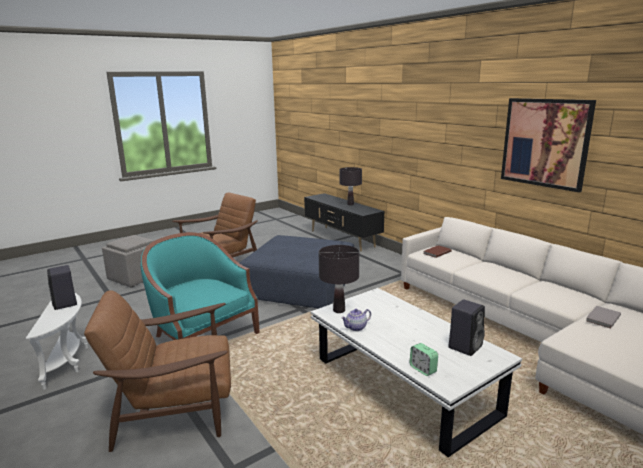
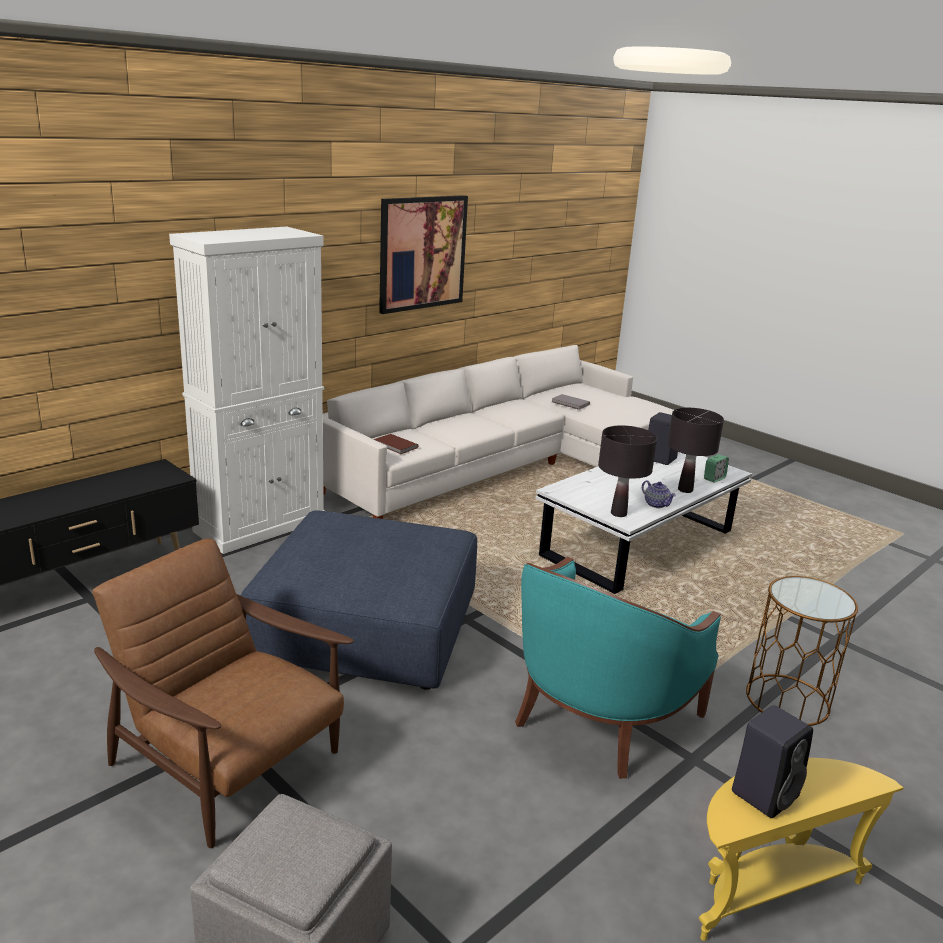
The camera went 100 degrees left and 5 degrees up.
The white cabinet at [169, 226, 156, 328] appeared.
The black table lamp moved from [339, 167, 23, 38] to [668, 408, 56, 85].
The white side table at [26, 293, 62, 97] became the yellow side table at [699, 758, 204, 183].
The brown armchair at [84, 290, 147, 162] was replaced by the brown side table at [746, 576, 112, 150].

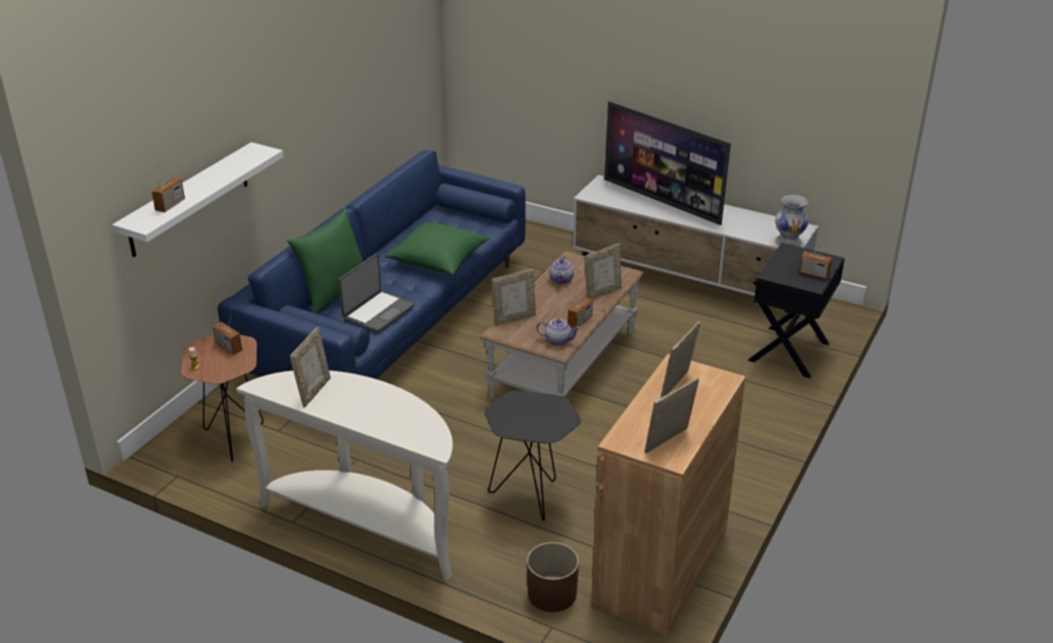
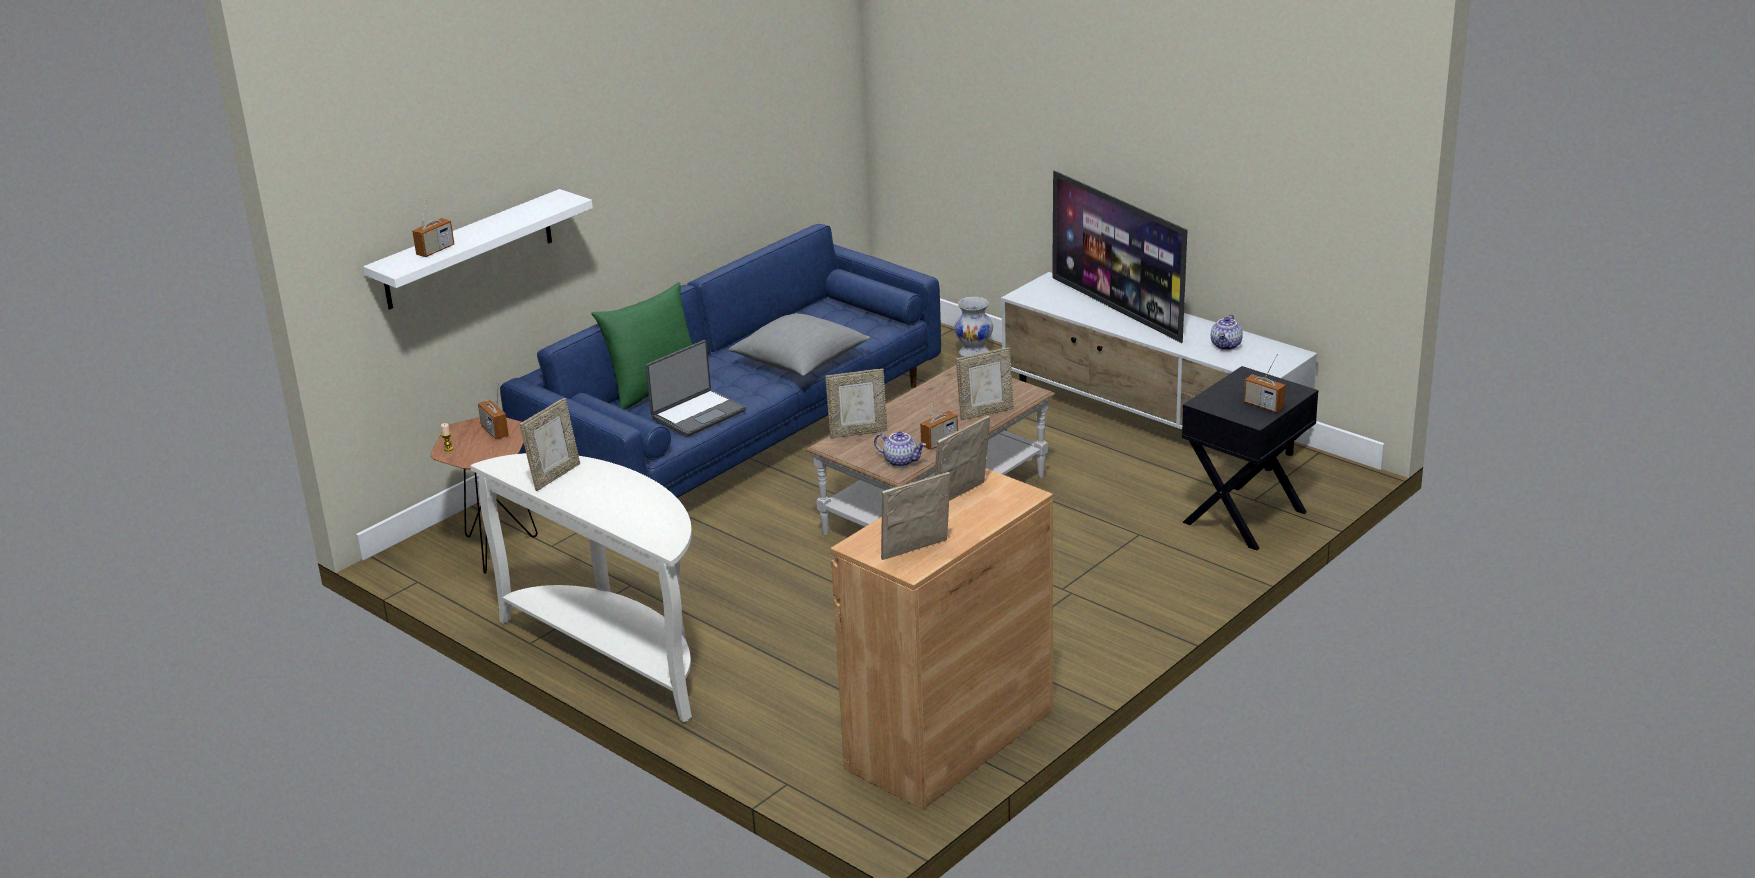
The camera went 15 degrees right and 5 degrees down.
The green pillow at [385, 221, 105, 53] became the grey pillow at [728, 313, 143, 63].
The white vase moved from [775, 195, 34, 51] to [954, 297, 39, 60].
The teapot moved from [549, 256, 25, 28] to [1211, 314, 32, 36].
The black side table at [484, 391, 97, 130] disappeared.
The brown planter at [527, 542, 52, 70] disappeared.

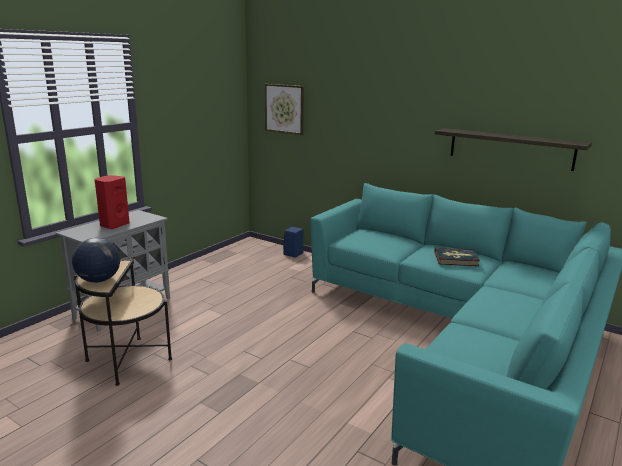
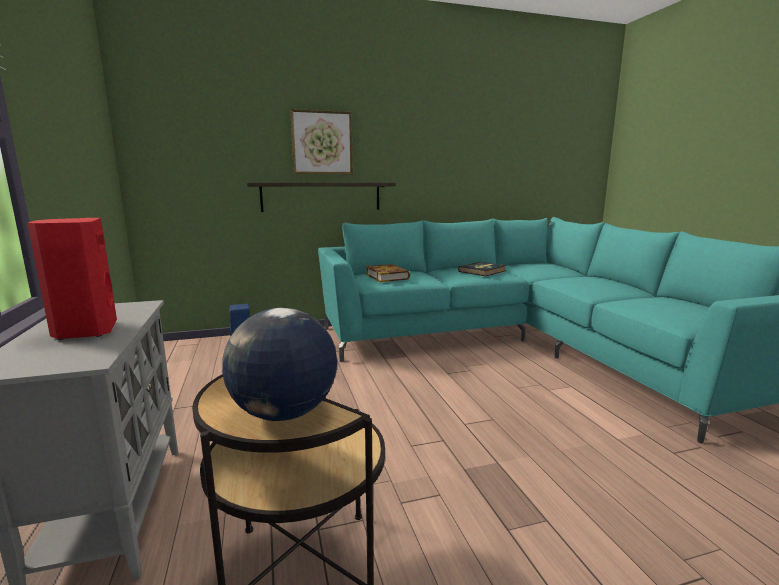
The camera went 50 degrees left and 5 degrees down.
The shelf moved from [435, 128, 157, 43] to [247, 183, 149, 29].
The picture moved from [265, 84, 39, 51] to [290, 109, 63, 65].
The book at [365, 264, 45, 18] appeared.

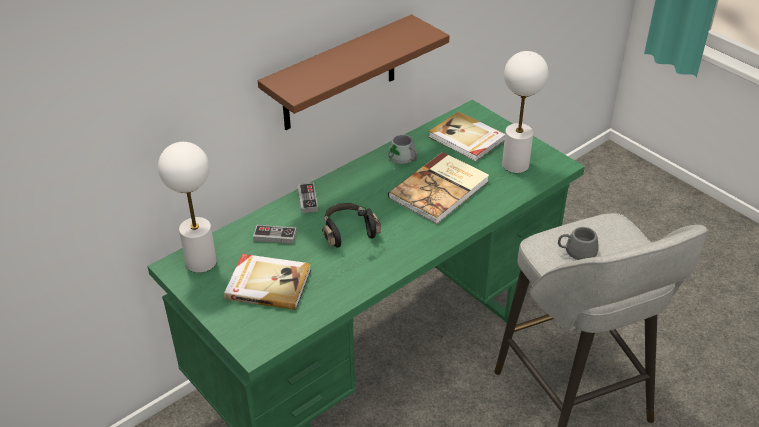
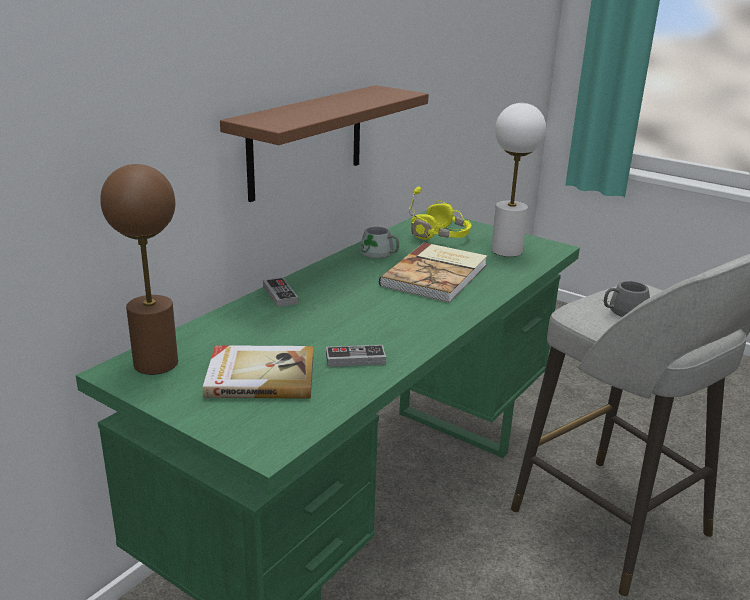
The camera went 15 degrees left and 15 degrees down.
The white table lamp at [158, 142, 59, 131] became the brown table lamp at [100, 164, 78, 211].
The game controller moved from [253, 225, 44, 19] to [326, 345, 60, 22].
The book at [429, 111, 76, 51] was replaced by the yellow headphones at [409, 187, 63, 53].
The black headphones at [322, 203, 59, 45] disappeared.

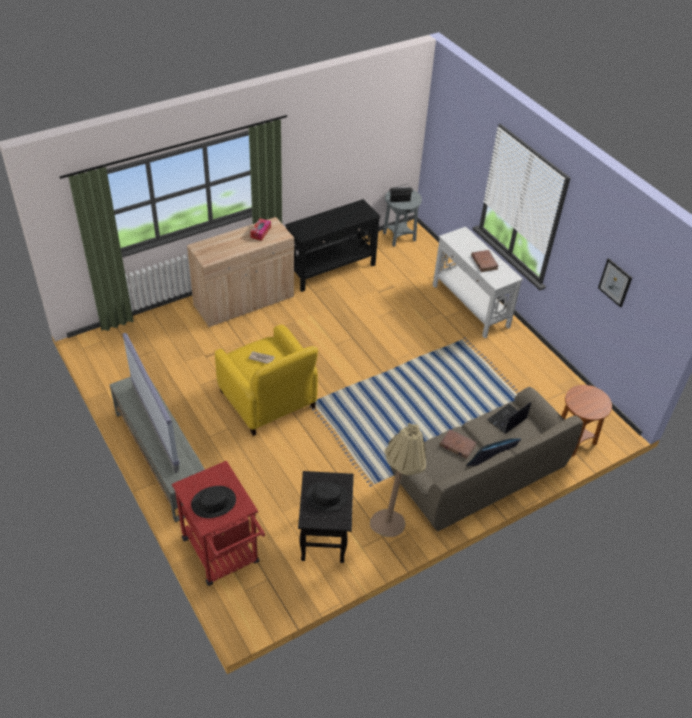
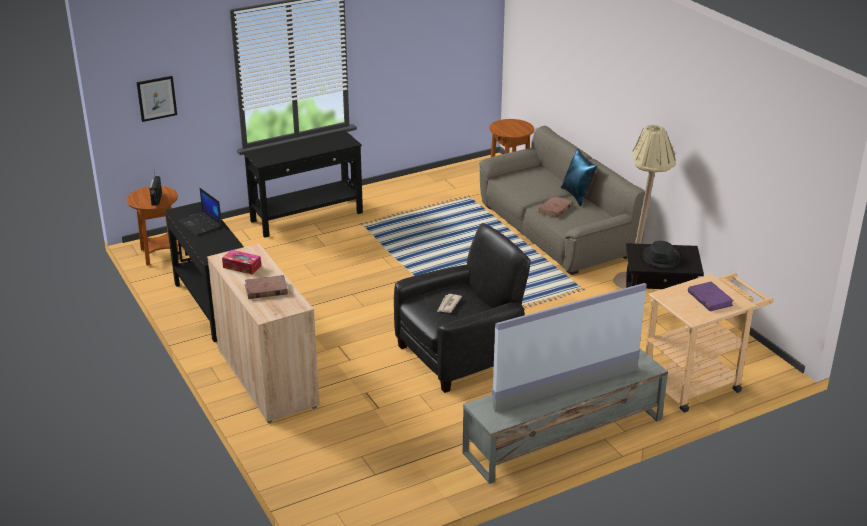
The camera went 85 degrees left and 15 degrees down.
The grey side table at [383, 190, 39, 57] became the brown side table at [127, 186, 53, 79].
The picture moved from [598, 258, 34, 50] to [136, 76, 41, 46].
The laptop moved from [487, 402, 44, 32] to [178, 188, 44, 48].
The white console table at [433, 227, 90, 111] became the black console table at [243, 130, 120, 108].
The brown book moved from [471, 250, 27, 22] to [245, 275, 43, 24].
The yellow armchair at [215, 325, 103, 111] became the black armchair at [394, 223, 137, 170].
The red cart at [172, 461, 93, 125] became the beige cart at [645, 272, 129, 140].
The black hat at [191, 486, 45, 32] was replaced by the purple book at [688, 281, 46, 30].

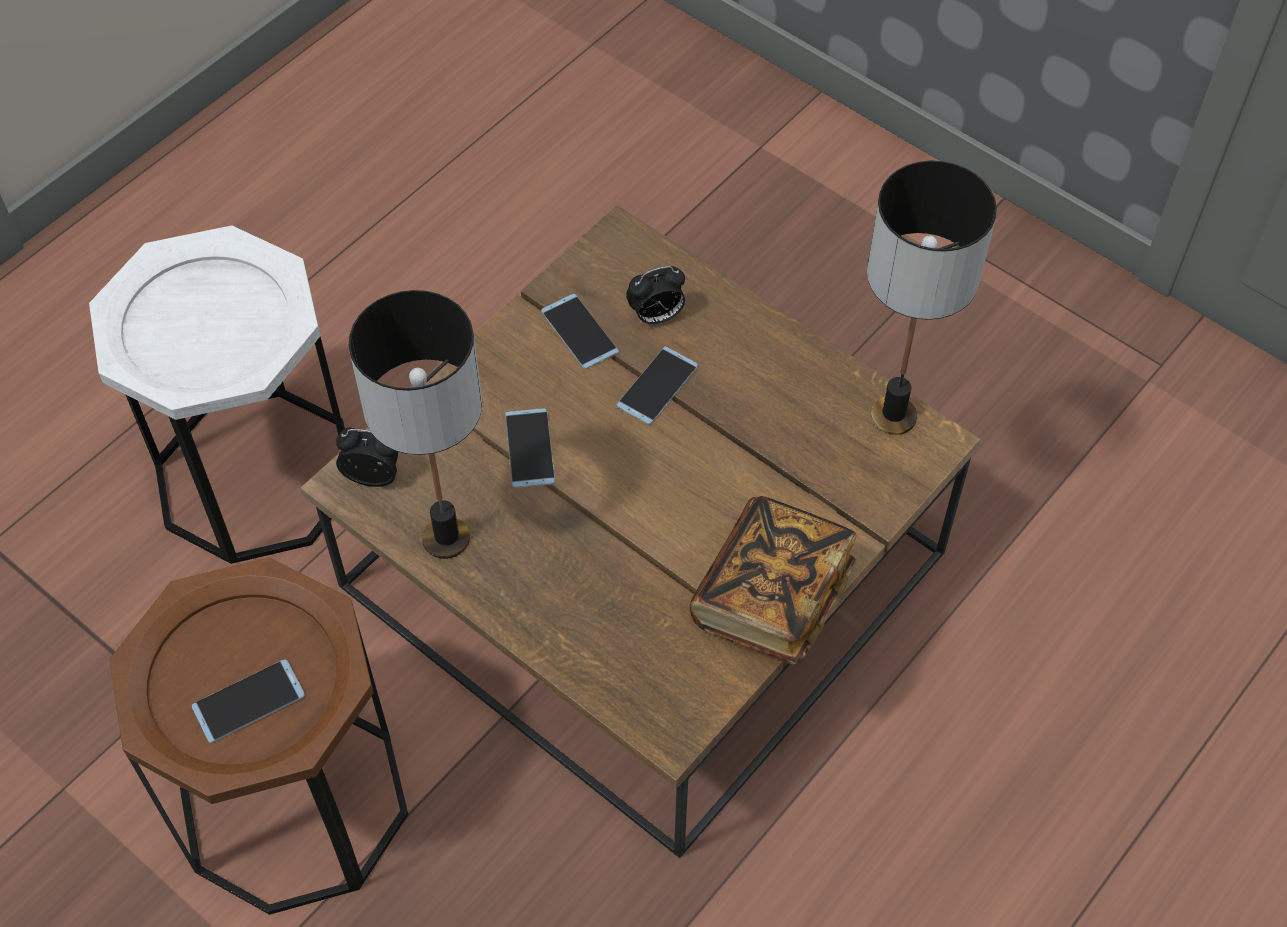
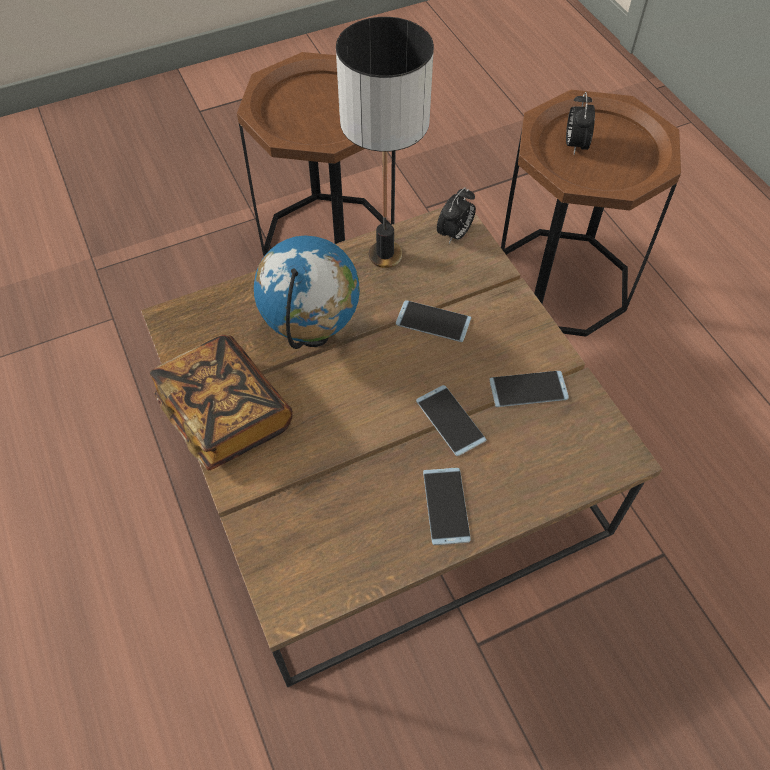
The camera went 115 degrees right and 0 degrees up.
The globe at [254, 236, 106, 113] appeared.
The phone moved from [192, 659, 113, 85] to [423, 468, 48, 77].
The white side table at [89, 225, 256, 339] became the brown side table at [501, 90, 180, 247].
The alarm clock moved from [626, 266, 59, 58] to [566, 92, 29, 63].
The table lamp at [867, 160, 130, 275] disappeared.

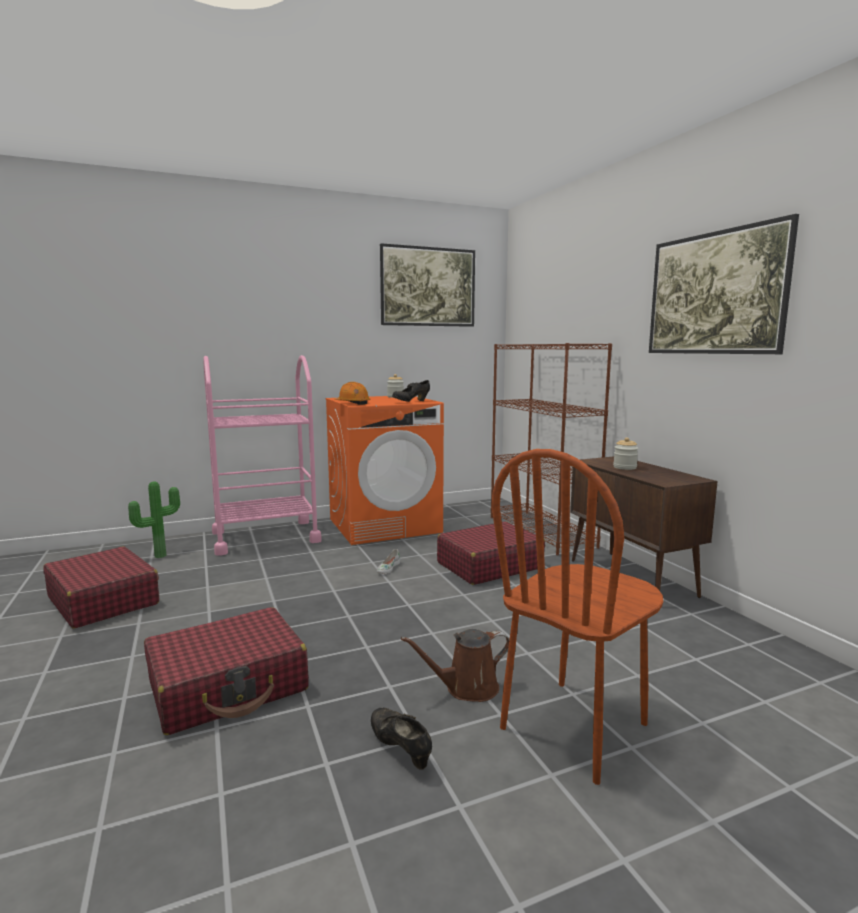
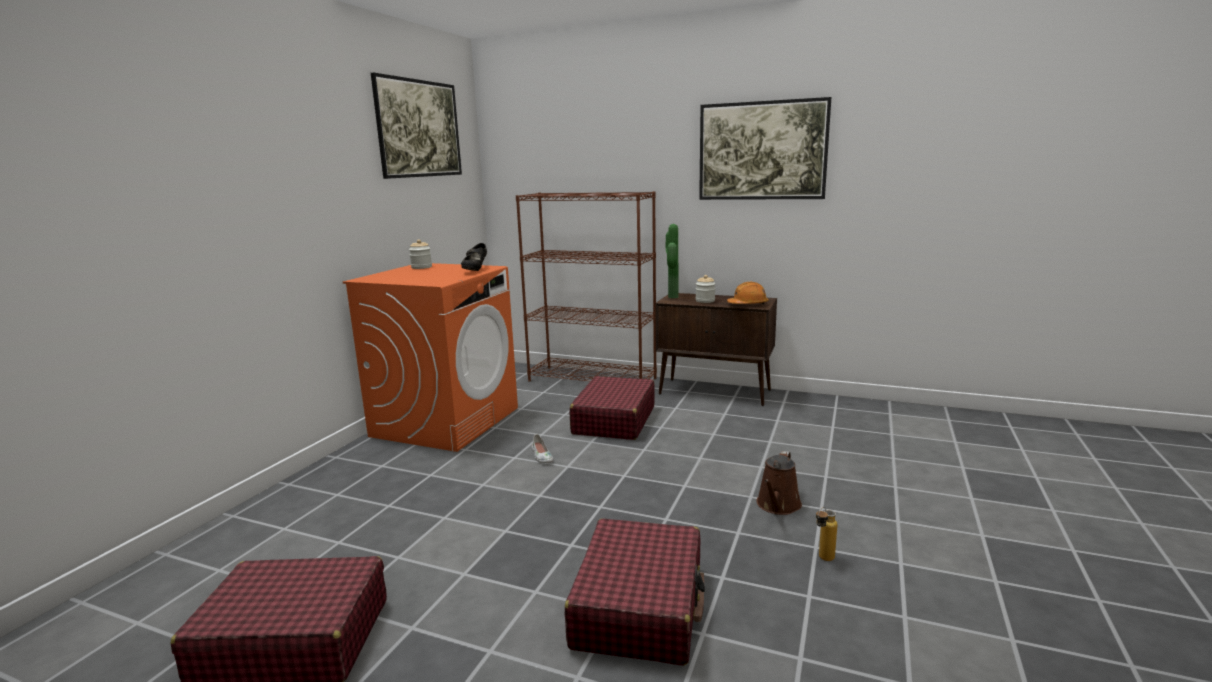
The camera went 45 degrees left and 5 degrees up.
The potted plant moved from [128, 481, 52, 77] to [666, 224, 12, 74].
The orange hard hat moved from [334, 382, 37, 23] to [727, 282, 41, 22].
The black shoe at [371, 708, 61, 62] was replaced by the bottle at [816, 507, 21, 54].
The pink cart at [203, 355, 119, 201] disappeared.
The brown chair at [492, 449, 171, 336] disappeared.

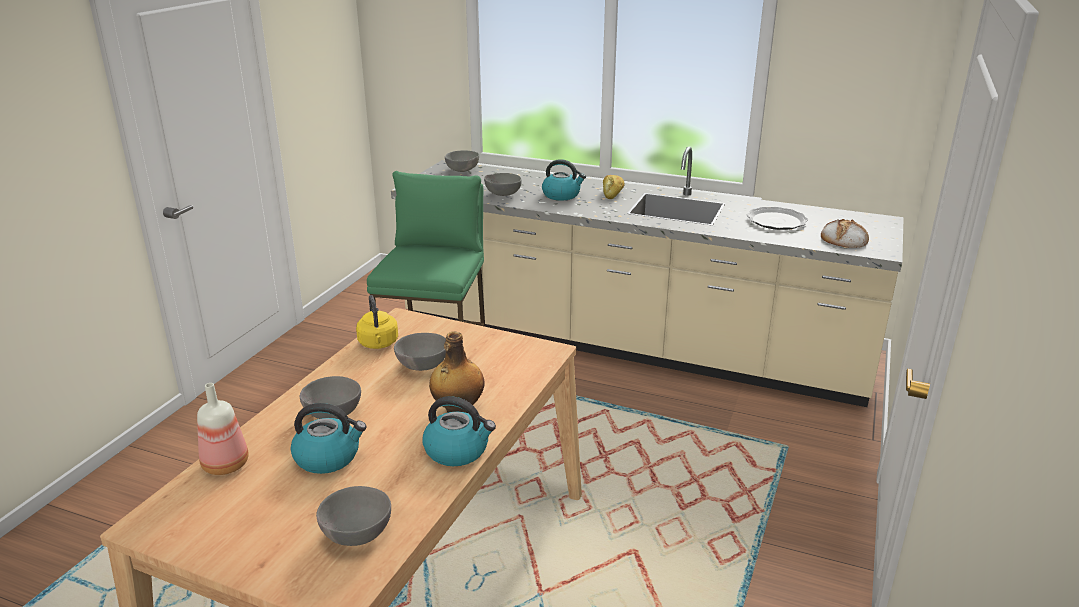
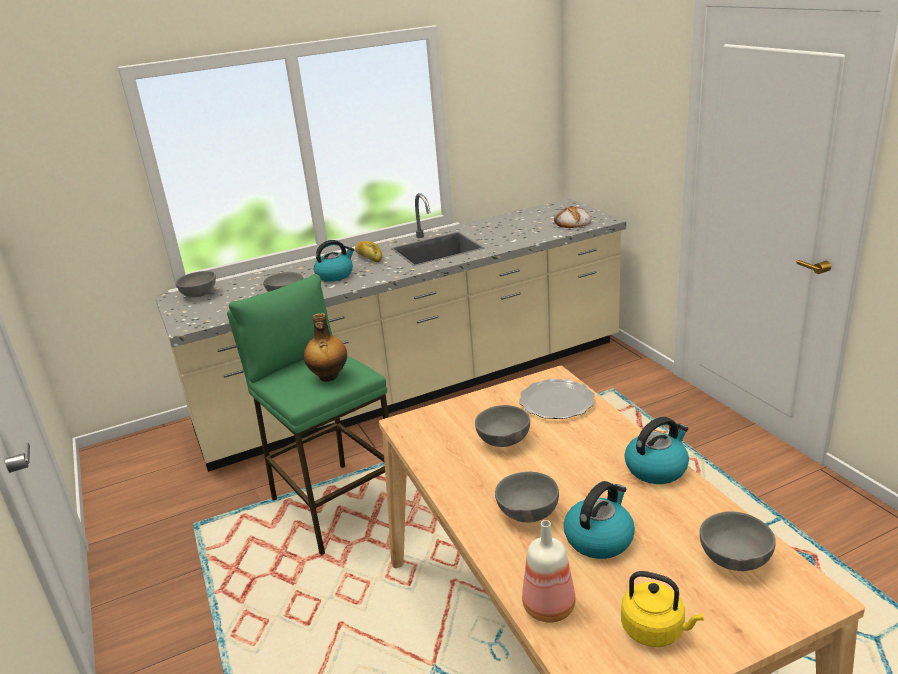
The camera went 45 degrees left and 0 degrees up.
The bottle moved from [429, 331, 56, 82] to [304, 313, 43, 69].
The plate moved from [747, 207, 61, 23] to [519, 379, 76, 40].
The yellow kettle moved from [356, 295, 42, 54] to [621, 571, 83, 76].

